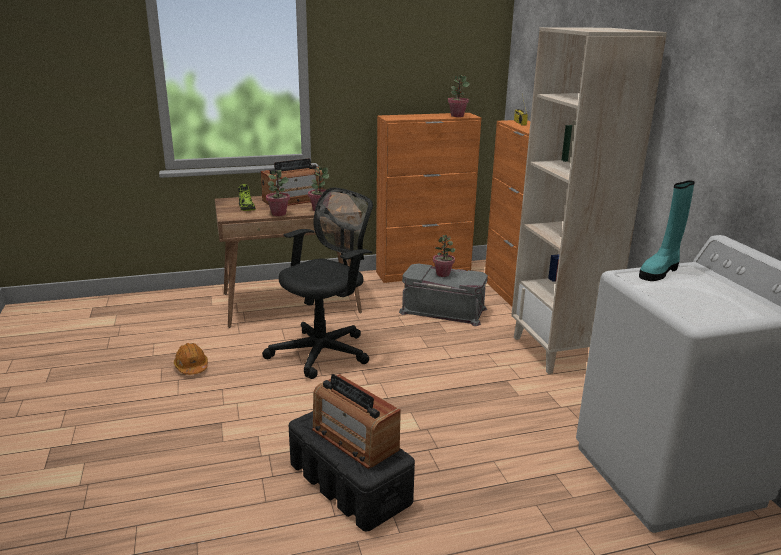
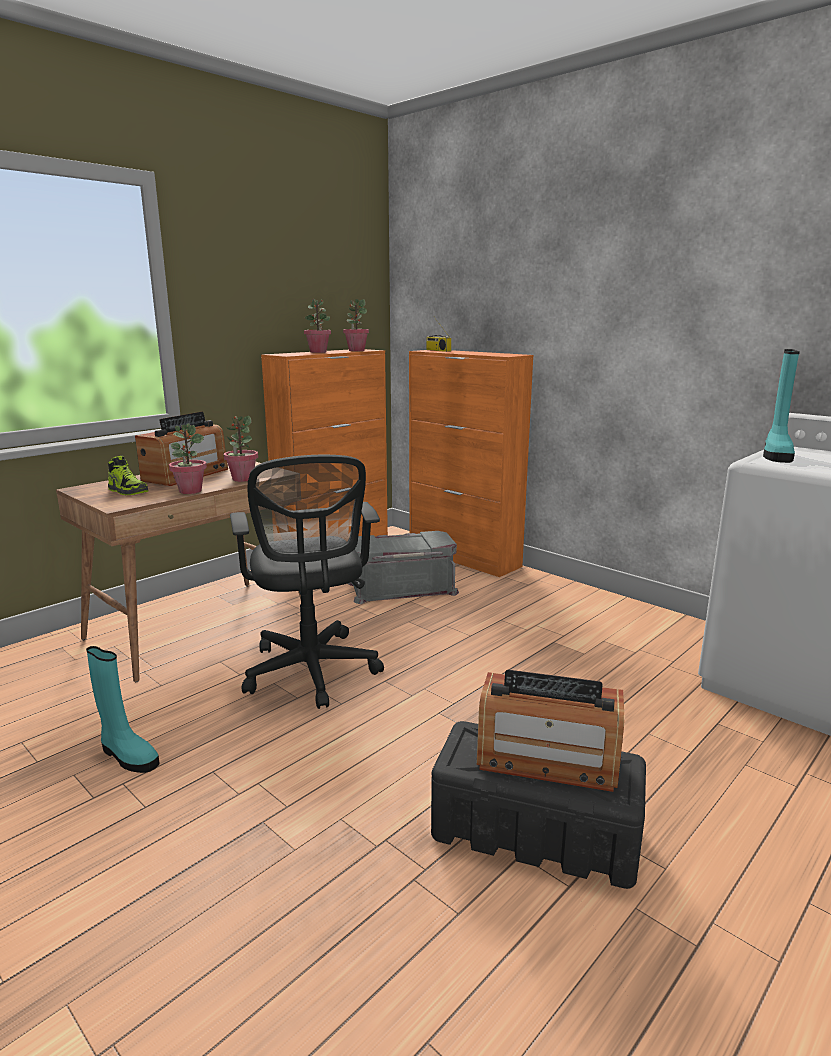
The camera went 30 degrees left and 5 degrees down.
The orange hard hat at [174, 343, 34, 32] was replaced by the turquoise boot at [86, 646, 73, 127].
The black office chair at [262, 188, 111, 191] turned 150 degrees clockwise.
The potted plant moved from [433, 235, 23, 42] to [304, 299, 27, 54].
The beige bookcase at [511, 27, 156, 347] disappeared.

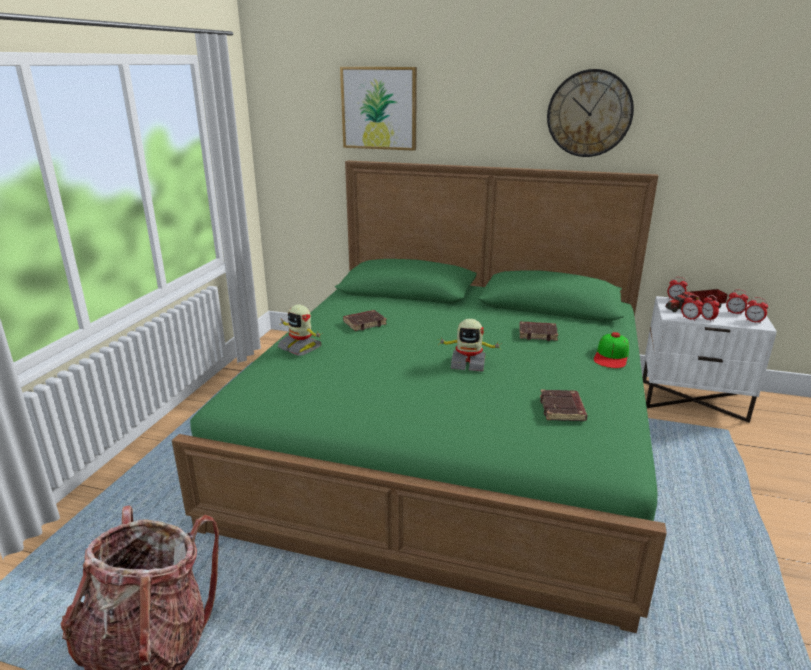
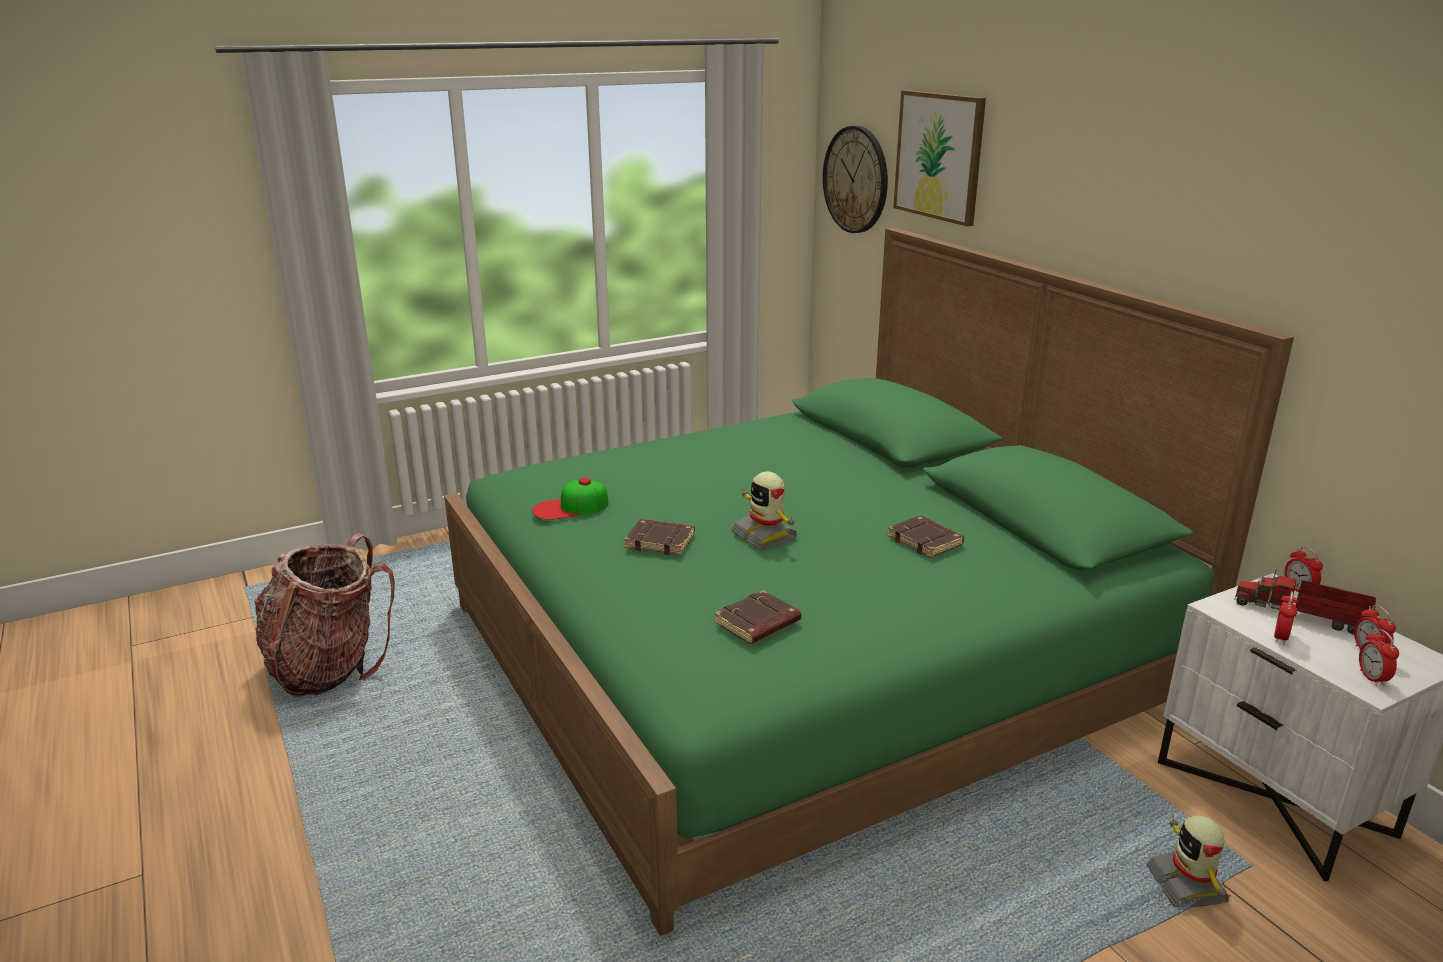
The camera went 45 degrees right and 0 degrees up.
The cap moved from [594, 332, 35, 36] to [532, 478, 77, 42].
The brown book moved from [343, 310, 44, 21] to [624, 519, 71, 36].
The wall clock moved from [547, 69, 87, 88] to [823, 126, 65, 107].
The toy robot moved from [278, 304, 44, 52] to [1146, 815, 85, 92].
The alarm clock at [681, 294, 22, 27] disappeared.

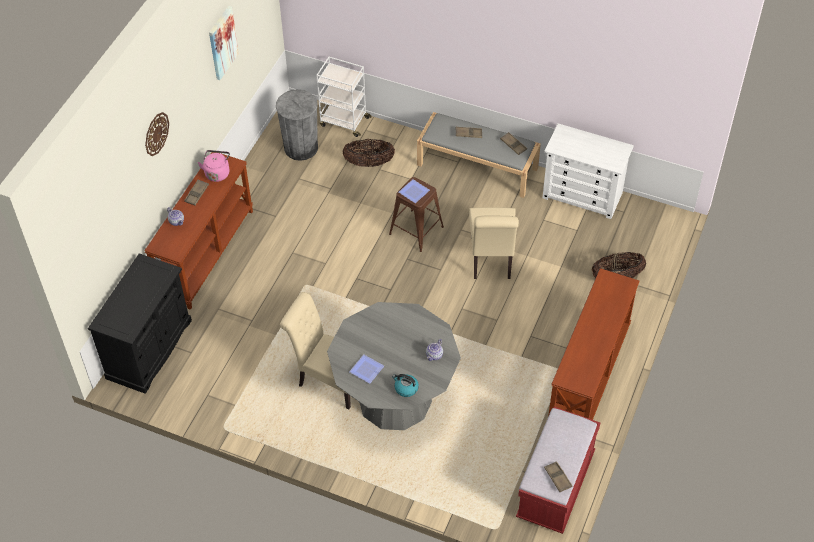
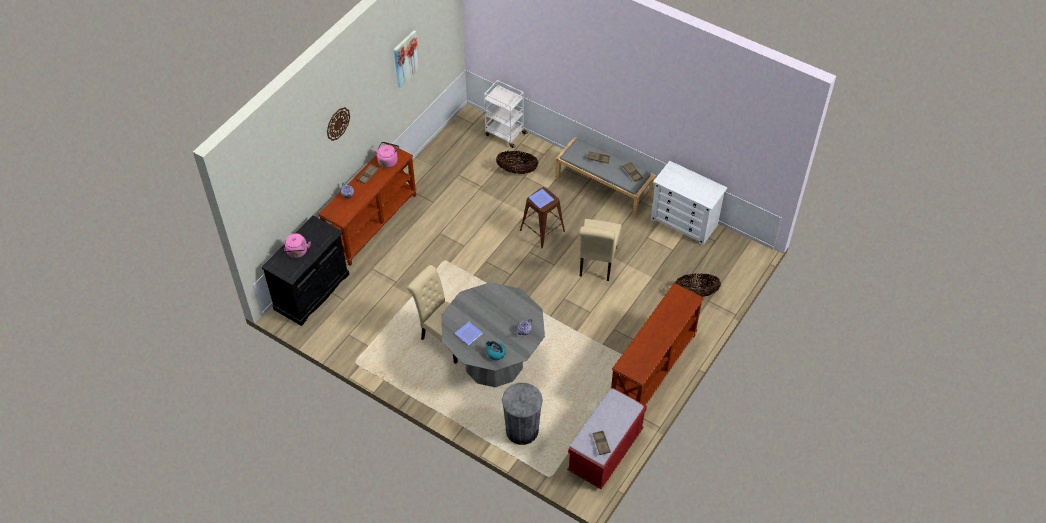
The camera went 10 degrees right and 0 degrees up.
The pink kettle at [284, 233, 27, 25] appeared.
The grey trash can moved from [276, 89, 42, 72] to [502, 383, 41, 62].

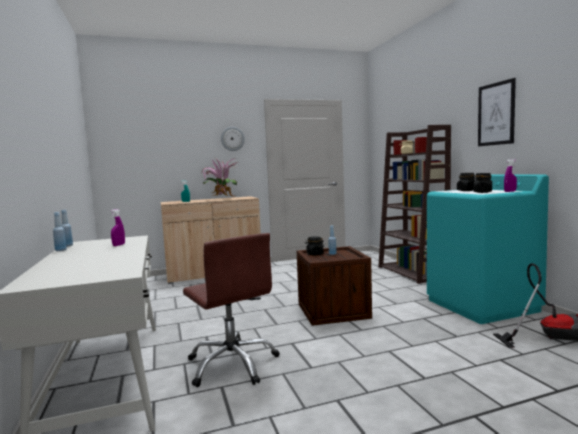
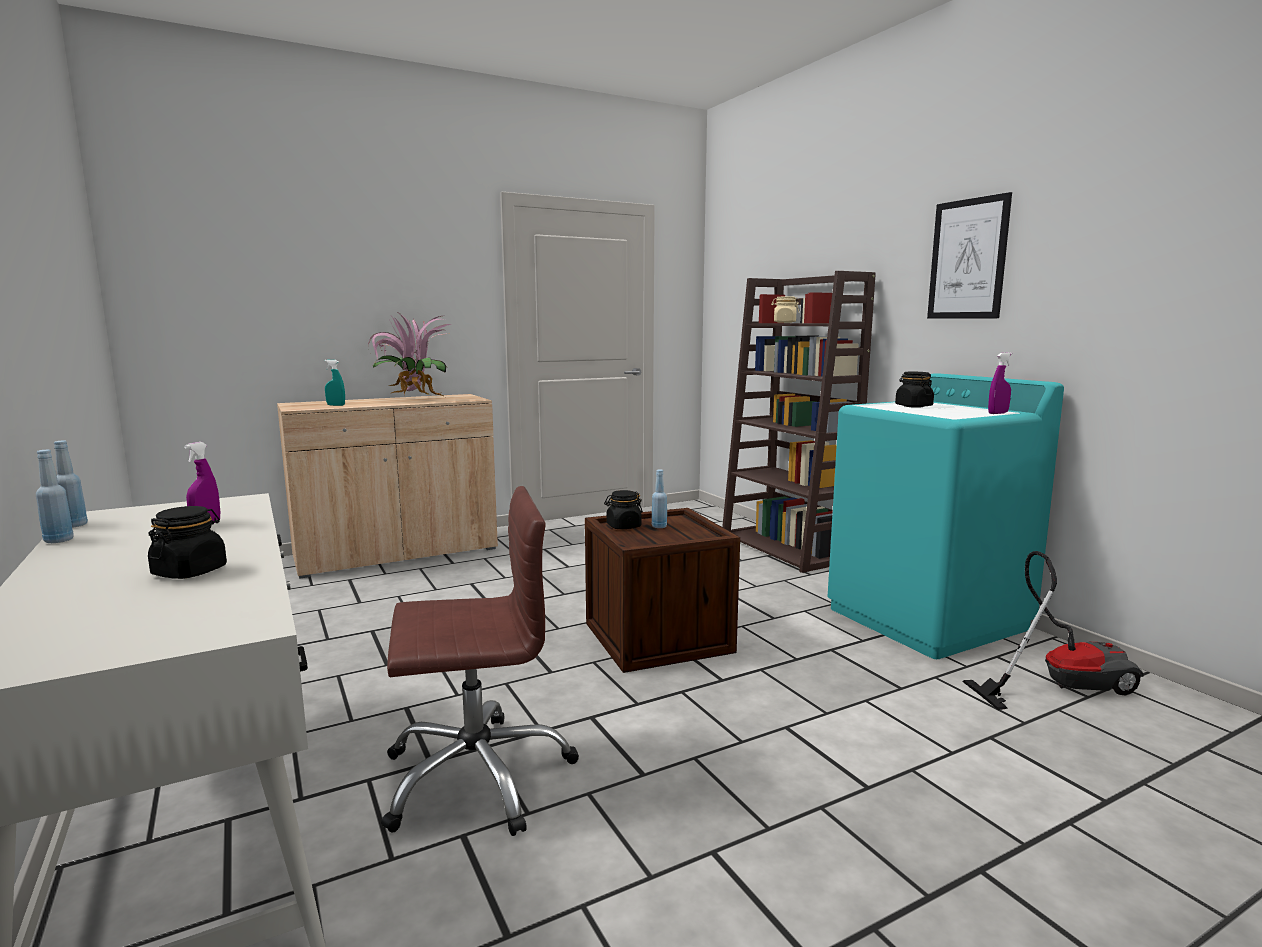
The camera went 10 degrees left and 5 degrees up.
The black jar moved from [474, 173, 18, 20] to [148, 506, 79, 73].
The brown office chair at [183, 233, 97, 154] turned 60 degrees counterclockwise.
The wall clock at [221, 127, 24, 24] disappeared.

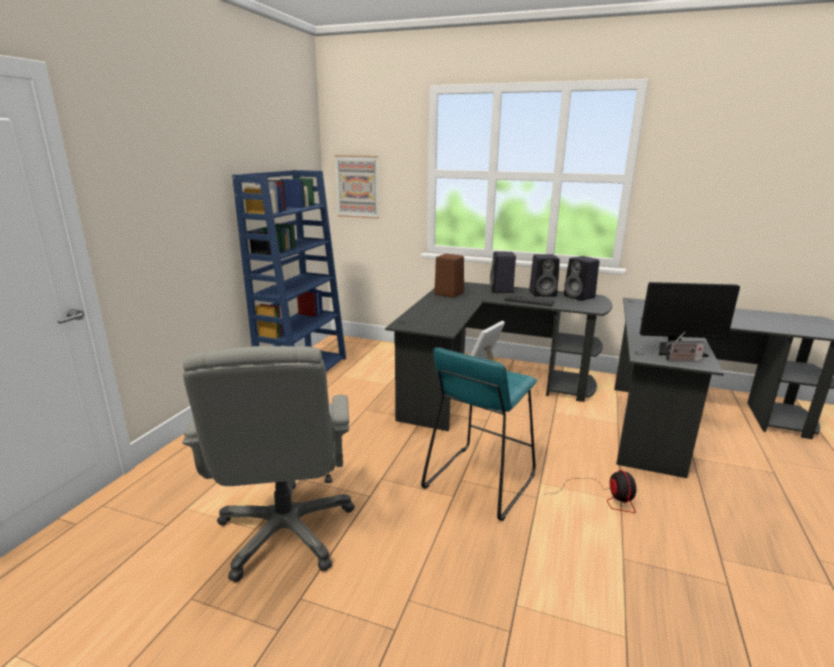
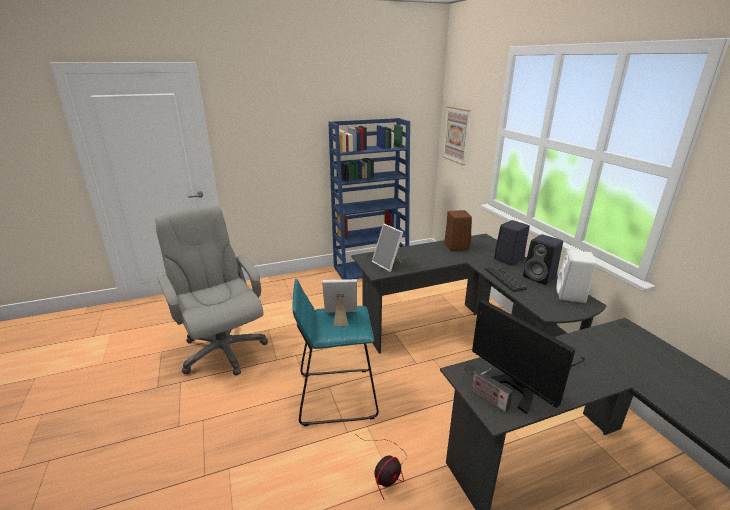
The camera went 50 degrees right and 5 degrees up.
The grey office chair at [182, 346, 173, 236] turned 105 degrees clockwise.
The picture frame at [372, 224, 31, 48] appeared.
The black speaker at [564, 256, 36, 45] became the white speaker at [557, 250, 39, 53].

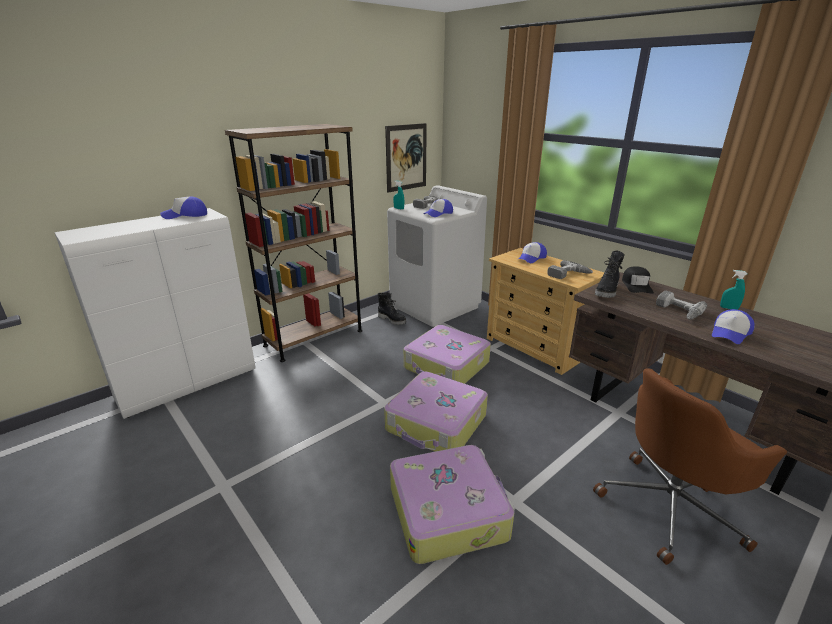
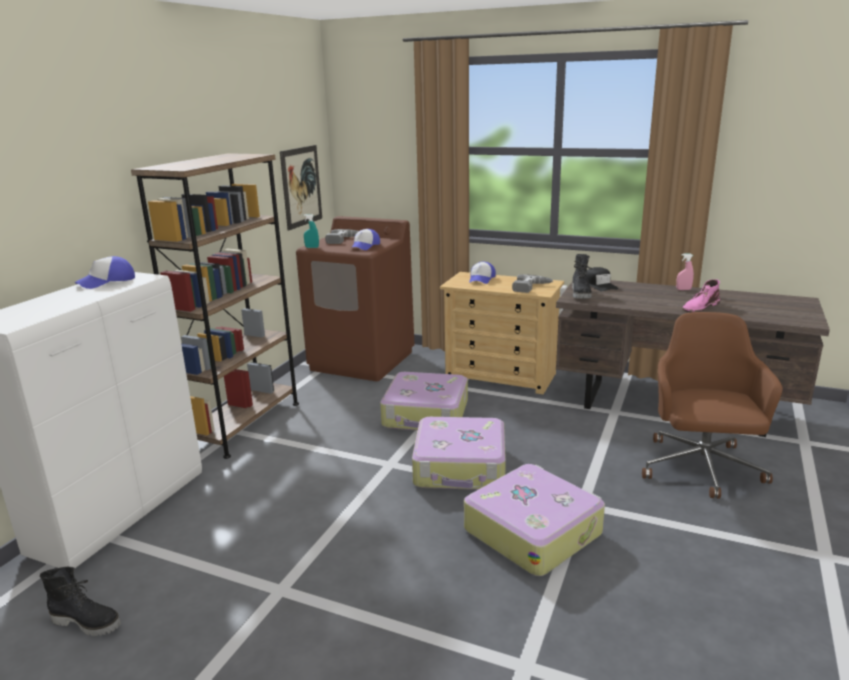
The camera went 25 degrees left and 5 degrees down.
The black boot moved from [378, 293, 28, 32] to [40, 567, 81, 69].
The white washing machine at [387, 185, 100, 142] became the brown washing machine at [296, 216, 118, 165].
The brown office chair at [593, 368, 194, 197] turned 150 degrees clockwise.
The turquoise spray bottle at [720, 270, 28, 40] became the pink spray bottle at [676, 253, 18, 37].
The cap at [712, 309, 43, 35] was replaced by the pink boot at [682, 279, 38, 33].
The power drill at [656, 291, 51, 28] disappeared.

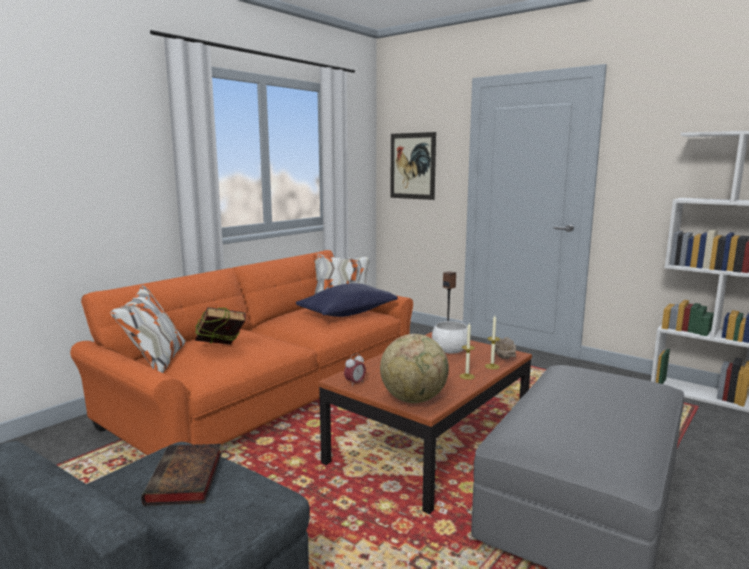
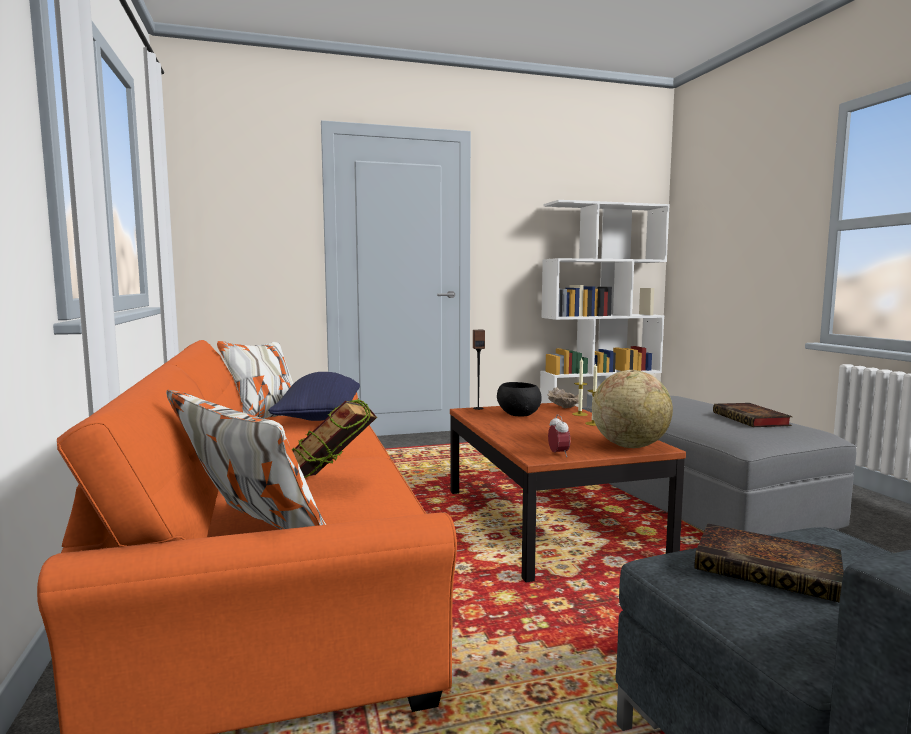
The camera went 55 degrees left and 5 degrees down.
The white bowl at [432, 321, 35, 33] became the black bowl at [497, 382, 45, 35].
The book at [713, 403, 80, 24] appeared.
The picture at [390, 132, 46, 68] disappeared.

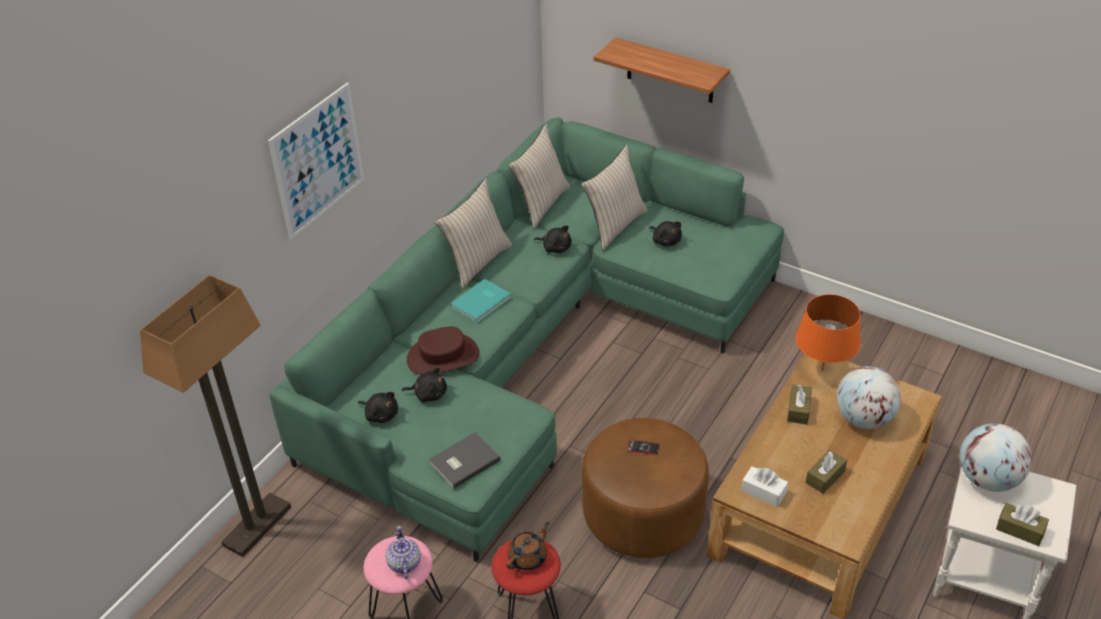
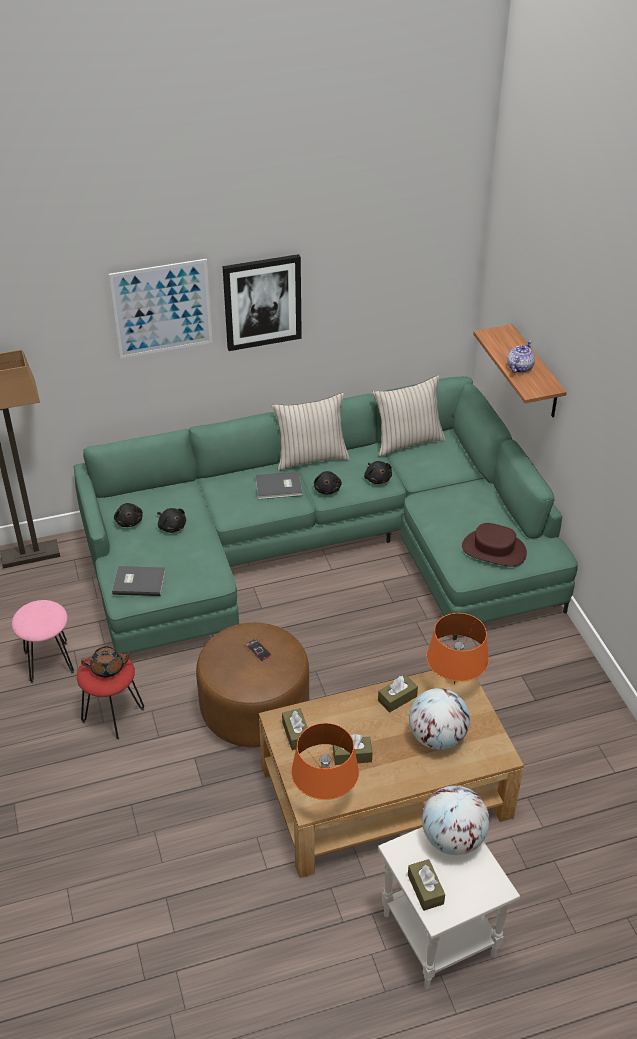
The camera went 40 degrees right and 0 degrees up.
The picture at [223, 254, 79, 97] appeared.
The turquoise book at [450, 279, 61, 44] became the grey book at [255, 471, 47, 28].
The white tissue box at [741, 466, 47, 41] became the brown tissue box at [282, 708, 26, 42].
The orange table lamp at [291, 723, 68, 77] appeared.
The black plush toy moved from [649, 221, 33, 25] to [314, 471, 28, 24].
The brown hat moved from [407, 326, 72, 49] to [462, 523, 65, 44].
The teapot moved from [386, 526, 35, 54] to [507, 341, 28, 32].
The beige pillow at [581, 145, 67, 106] disappeared.

